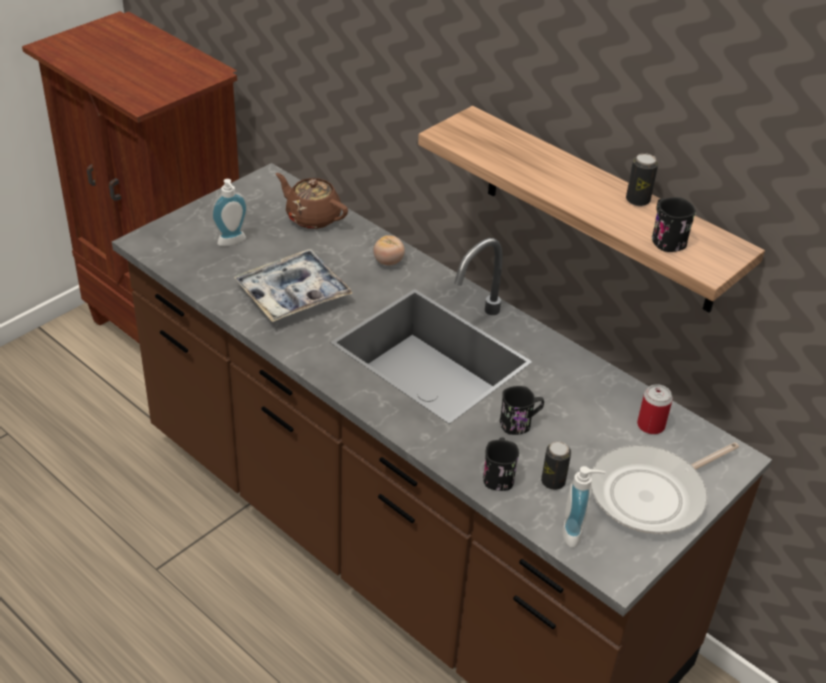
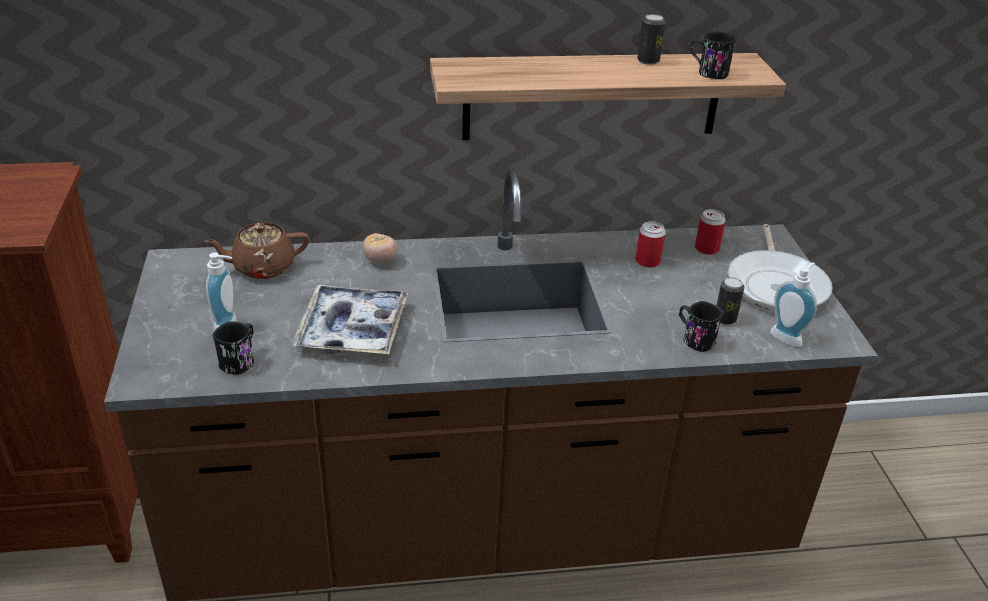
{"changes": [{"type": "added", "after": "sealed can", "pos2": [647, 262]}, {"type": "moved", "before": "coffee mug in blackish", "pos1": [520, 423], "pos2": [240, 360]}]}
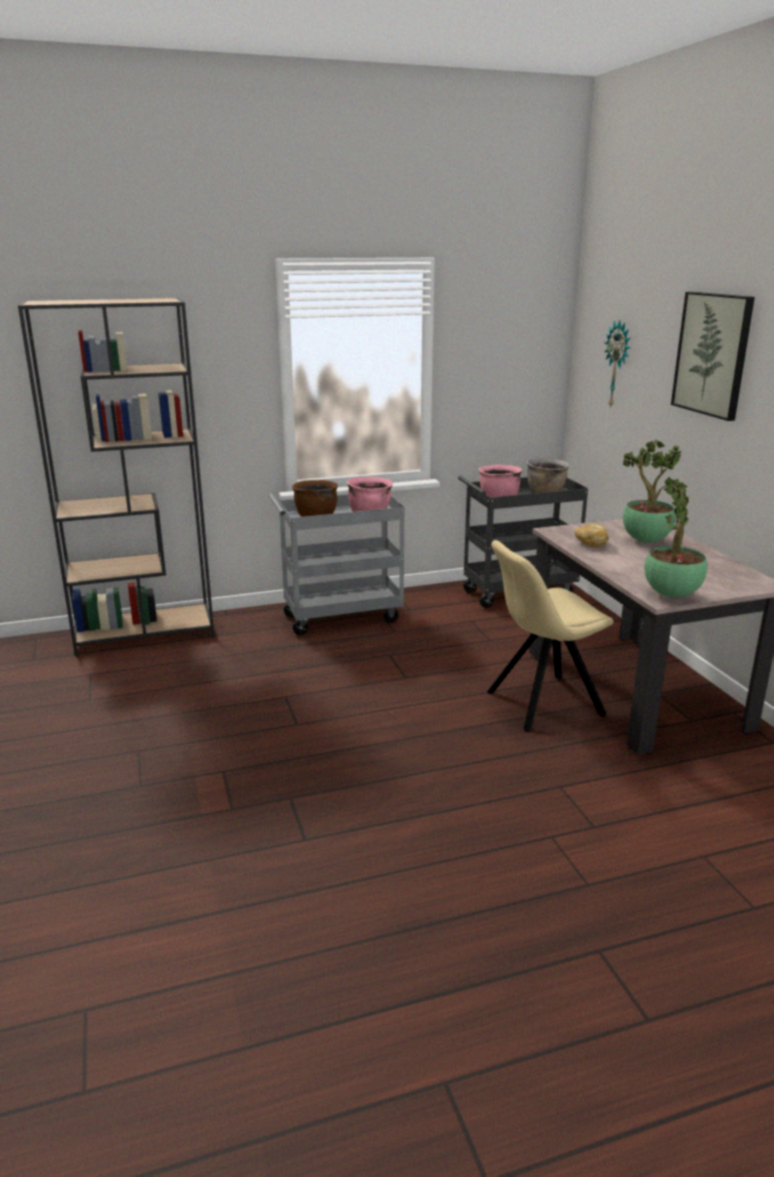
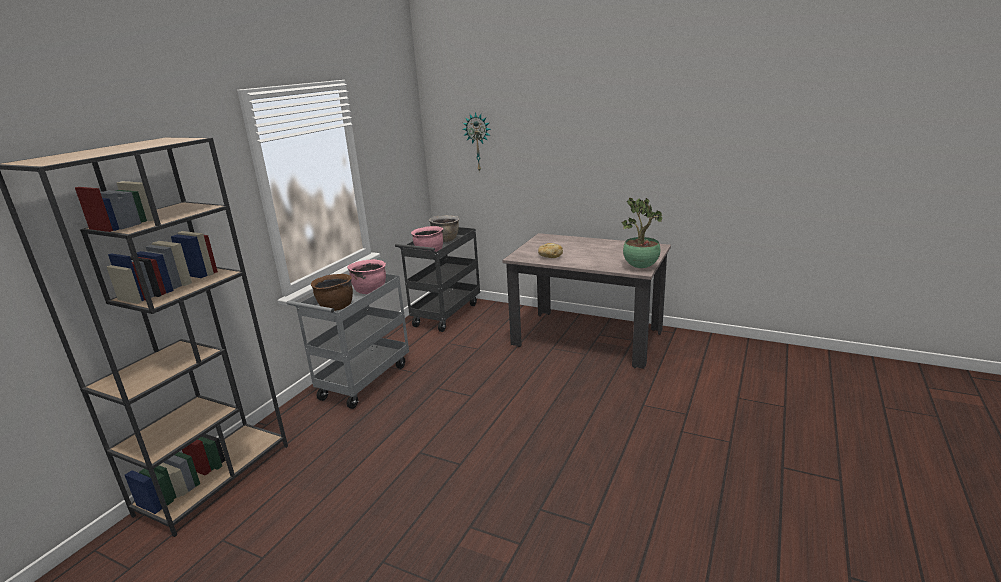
{"changes": [{"type": "removed", "before": "plain chair in beige", "pos1": [543, 703]}, {"type": "removed", "before": "potted plant", "pos1": [644, 540]}, {"type": "removed", "before": "wall art", "pos1": [713, 354]}]}
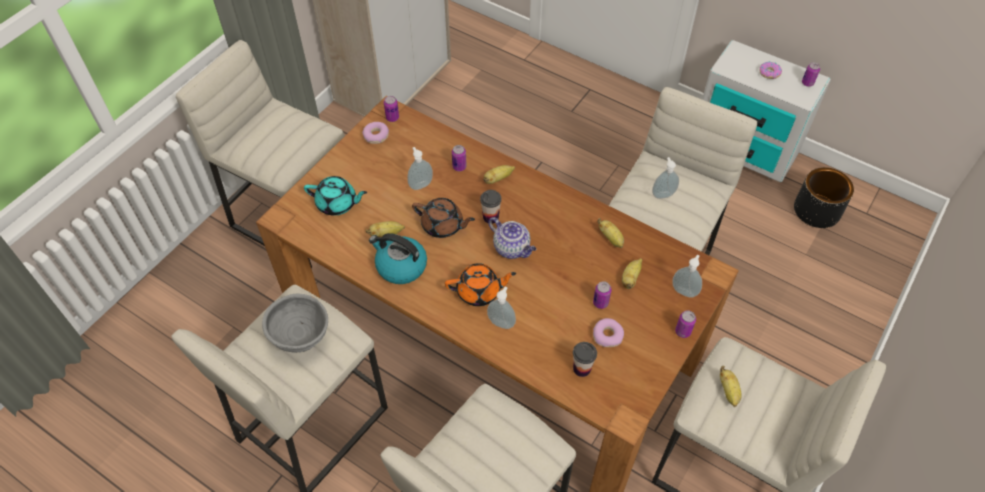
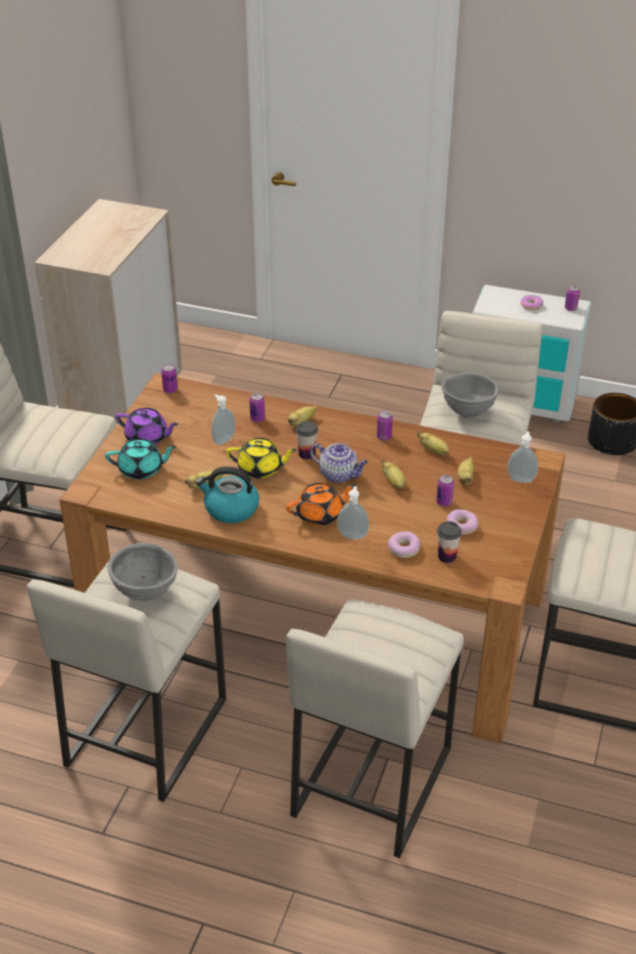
{"changes": [{"type": "added", "after": "pot for tea in purple", "pos2": [147, 438]}, {"type": "moved", "before": "donut", "pos1": [376, 136], "pos2": [404, 549]}, {"type": "moved", "before": "sealed can", "pos1": [683, 331], "pos2": [384, 437]}, {"type": "moved", "before": "banana", "pos1": [728, 392], "pos2": [394, 483]}, {"type": "replaced", "before": "soap dispenser", "after": "serving bowl in gray", "pos1": [662, 194], "pos2": [468, 413]}, {"type": "recoloured", "before": "pot for tea in brown", "after": "pot for tea in yellow", "pos1": [443, 225], "pos2": [261, 469]}]}
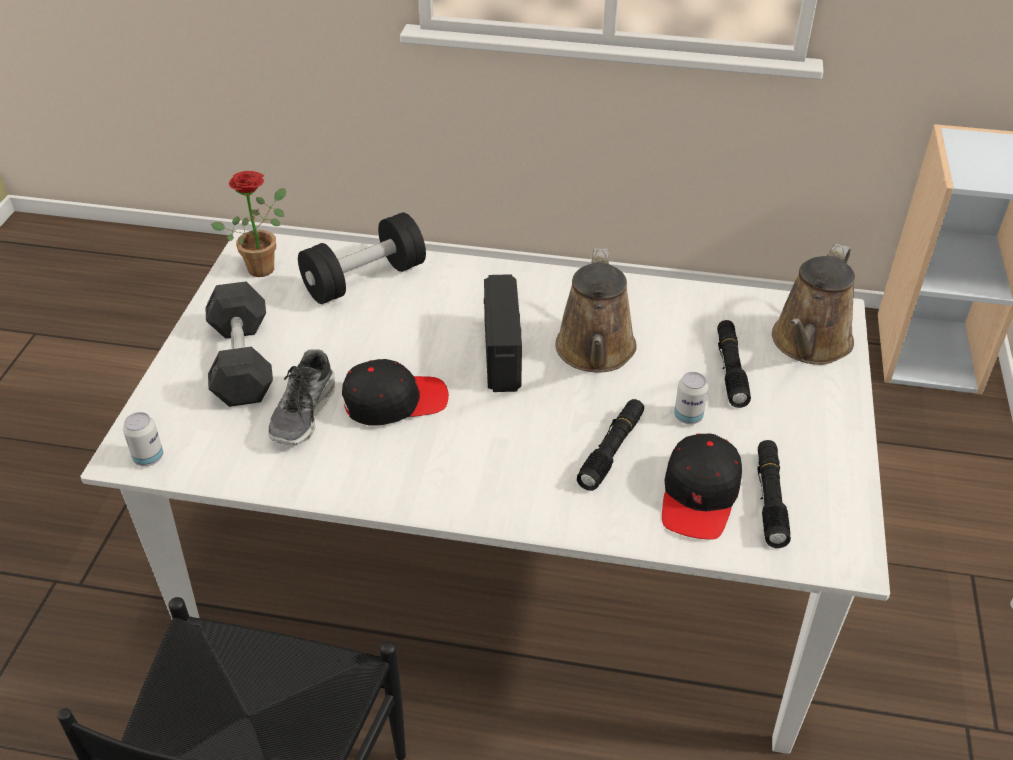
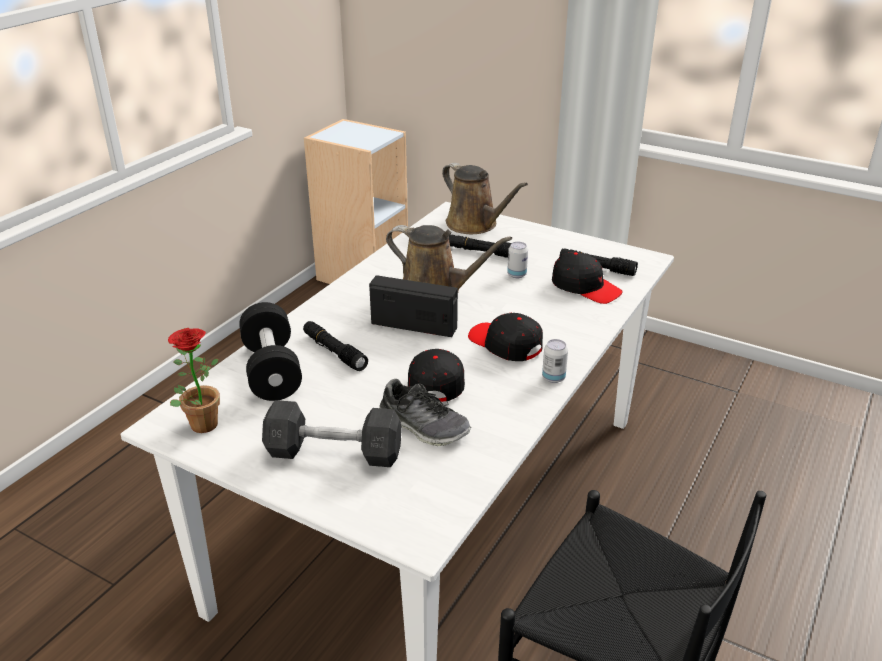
{"changes": [{"type": "added", "after": "baseball cap in blackish", "pos2": [505, 344]}, {"type": "moved", "before": "sealed can", "pos1": [148, 458], "pos2": [553, 378]}, {"type": "moved", "before": "flashlight in blackish", "pos1": [611, 450], "pos2": [334, 352]}]}
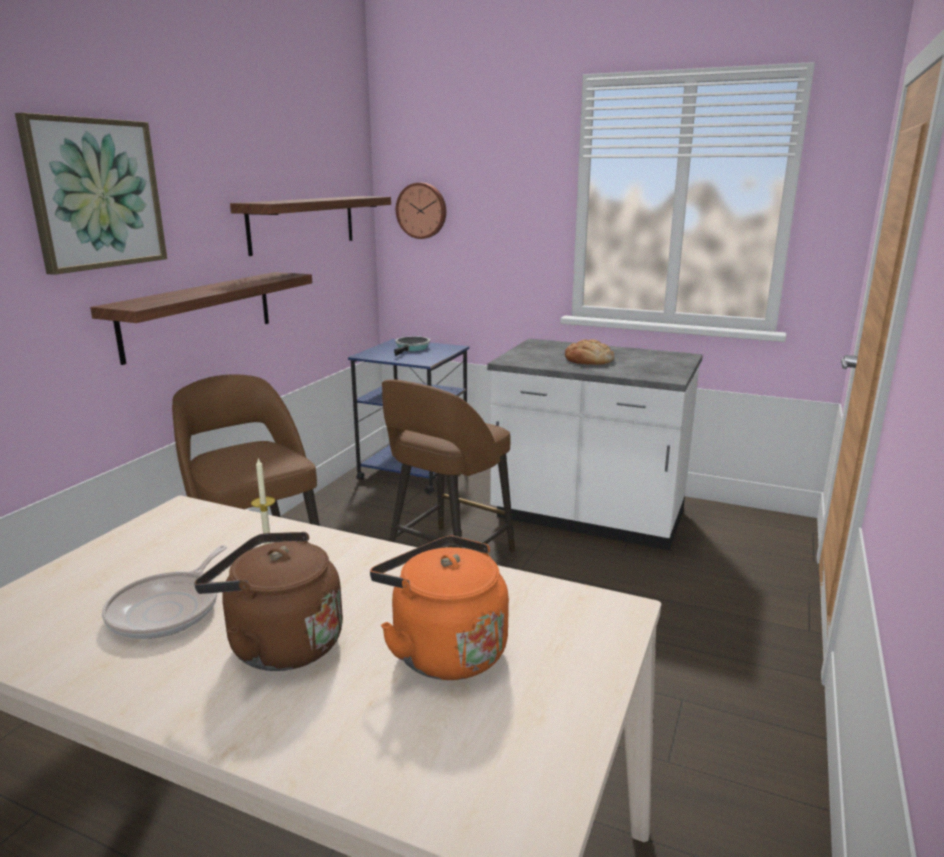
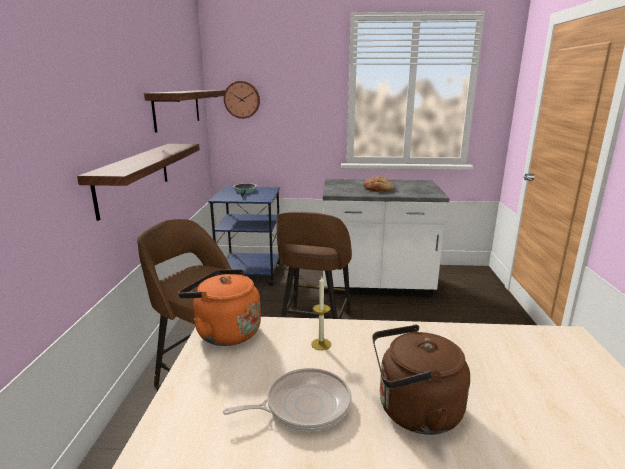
{"changes": [{"type": "removed", "before": "wall art", "pos1": [95, 194]}, {"type": "moved", "before": "tea kettle in orange-coloured", "pos1": [443, 650], "pos2": [224, 332]}, {"type": "turned", "before": "pan", "pos1": [168, 609], "pos2": [303, 405], "turn": -105}]}
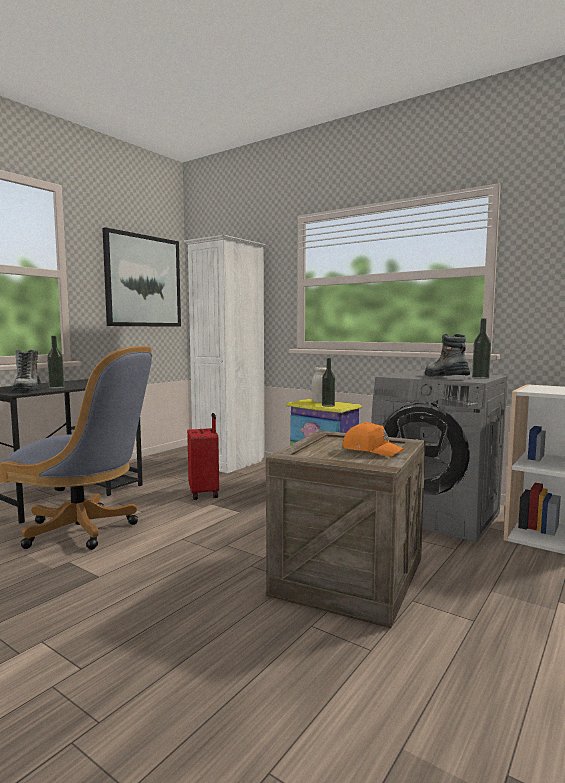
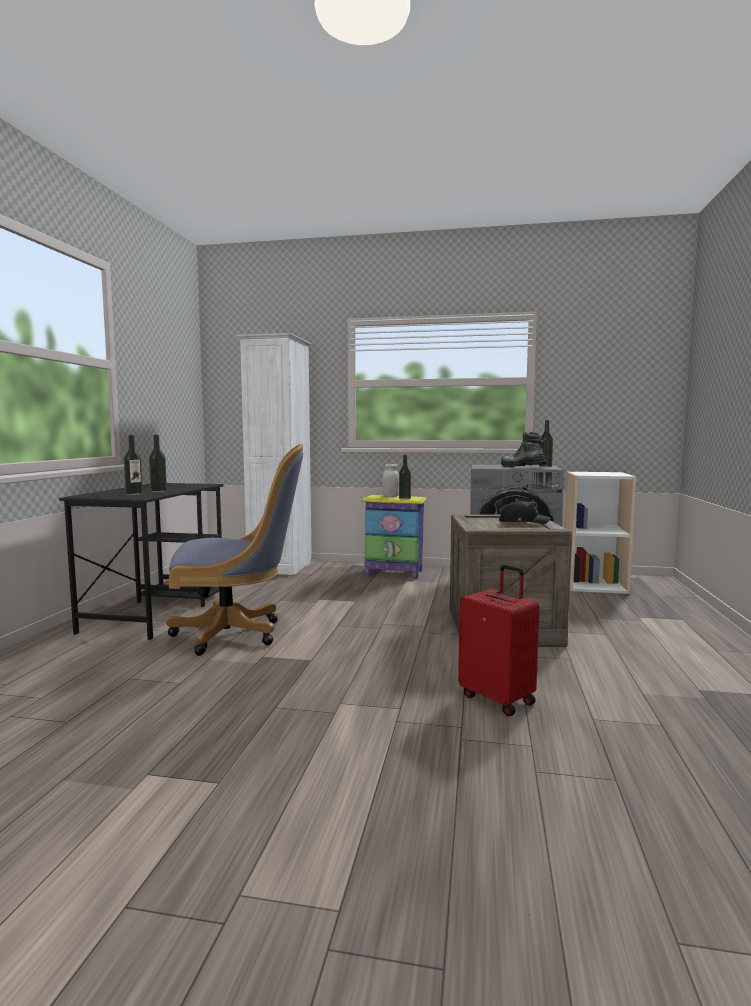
{"changes": [{"type": "removed", "before": "wall art", "pos1": [143, 281]}, {"type": "moved", "before": "piece of luggage in reddish", "pos1": [205, 493], "pos2": [498, 699]}, {"type": "replaced", "before": "boot", "after": "beverage bottle", "pos1": [27, 389], "pos2": [134, 494]}, {"type": "recoloured", "before": "baseball cap in orange-coloured", "after": "baseball cap in blackish", "pos1": [371, 450], "pos2": [523, 522]}]}
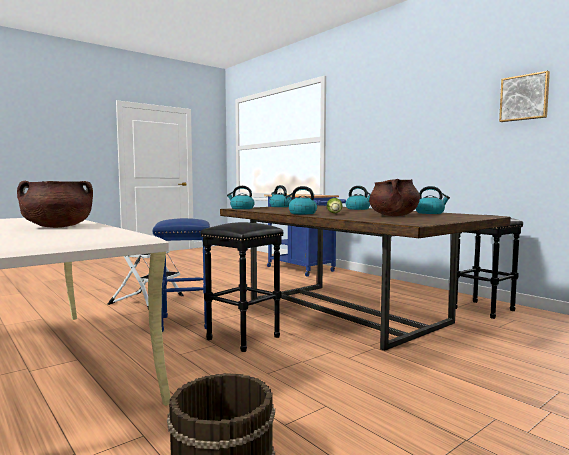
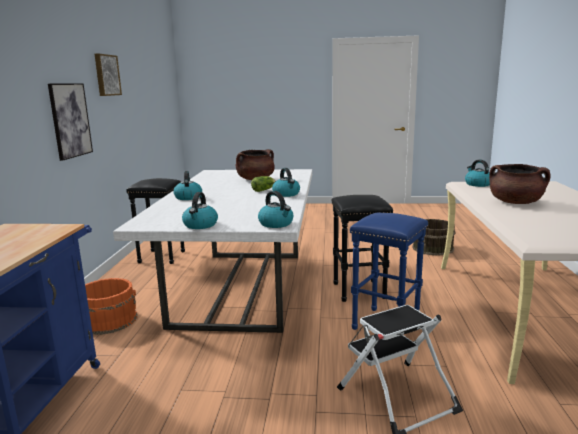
{"changes": [{"type": "added", "after": "wall art", "pos2": [70, 120]}, {"type": "added", "after": "bucket in orange-coloured", "pos2": [108, 320]}, {"type": "moved", "before": "tea kettle", "pos1": [430, 213], "pos2": [477, 184]}, {"type": "recoloured", "before": "dining table in brown", "after": "dining table in white-coloured", "pos1": [346, 312], "pos2": [242, 286]}]}
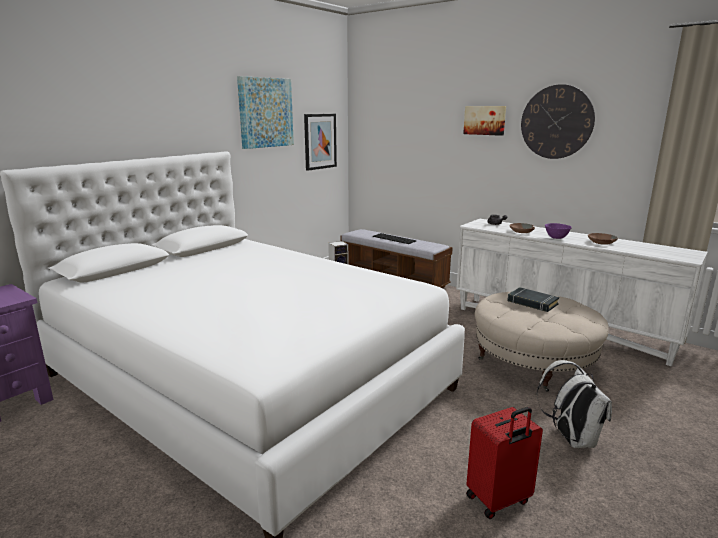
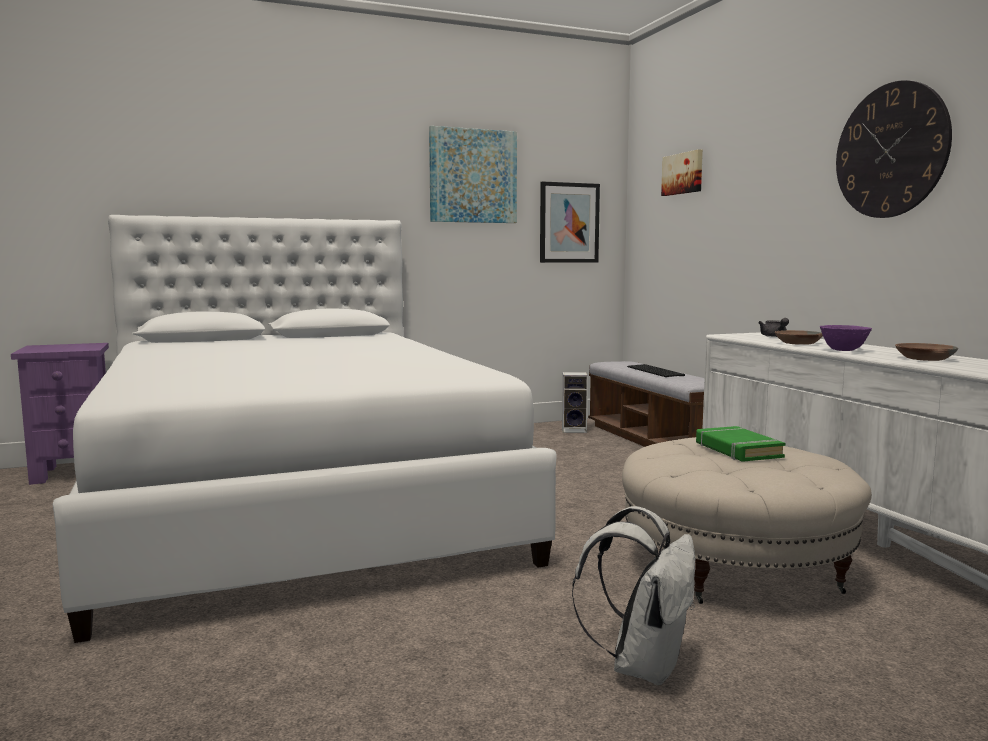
{"changes": [{"type": "removed", "before": "piece of luggage in reddish", "pos1": [499, 500]}, {"type": "moved", "before": "wall art", "pos1": [485, 120], "pos2": [683, 173]}, {"type": "recoloured", "before": "book in blackish", "after": "book in green-coloured", "pos1": [532, 303], "pos2": [737, 450]}]}
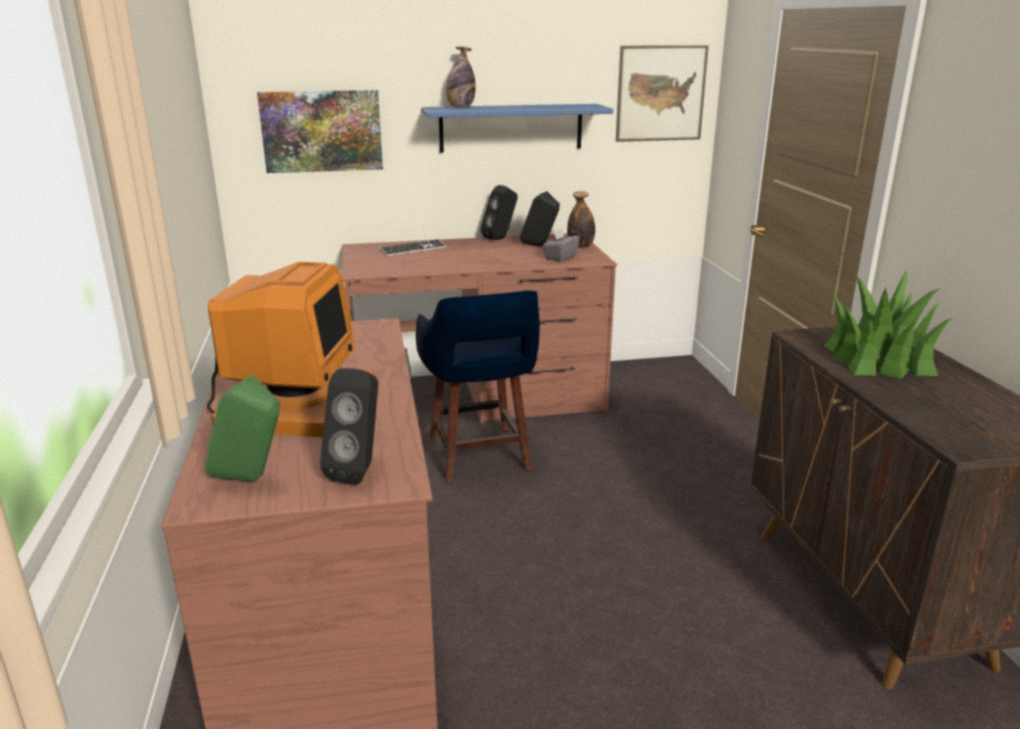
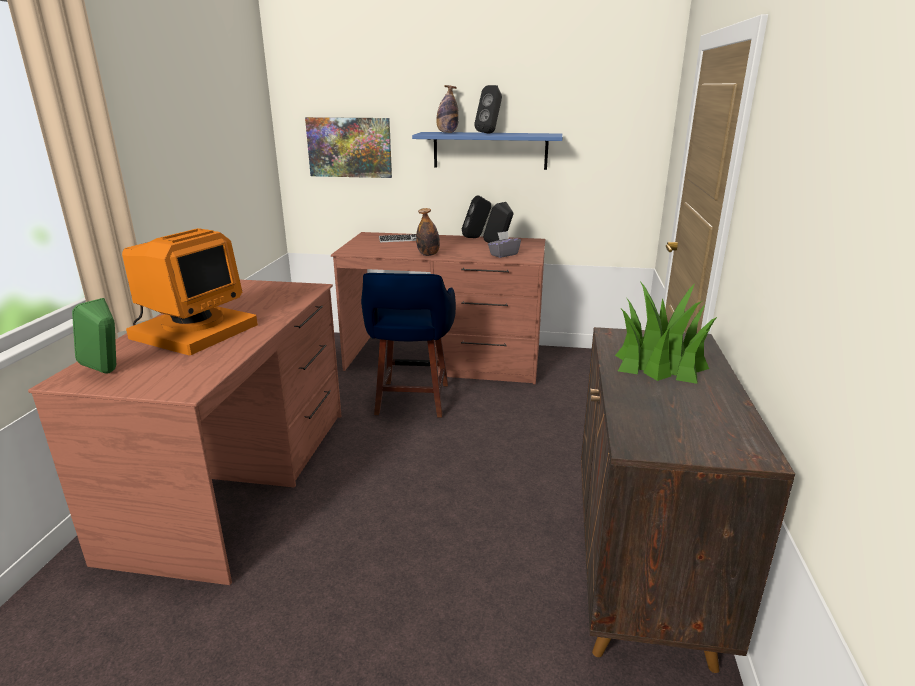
{"changes": [{"type": "removed", "before": "wall art", "pos1": [661, 93]}, {"type": "moved", "before": "speaker in blackish", "pos1": [359, 471], "pos2": [489, 133]}, {"type": "moved", "before": "beverage bottle", "pos1": [580, 246], "pos2": [428, 254]}]}
